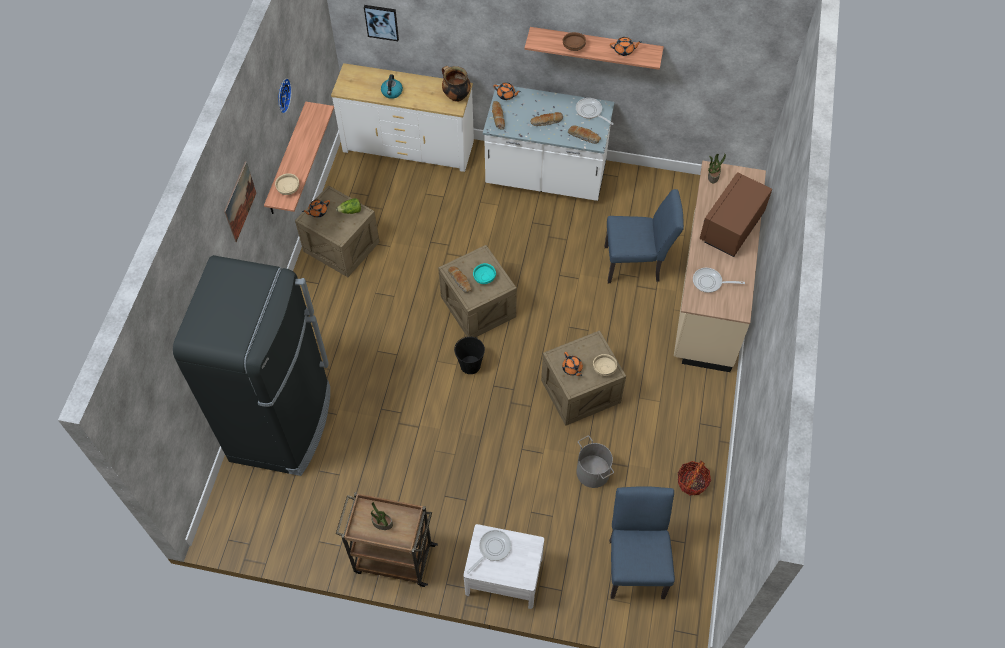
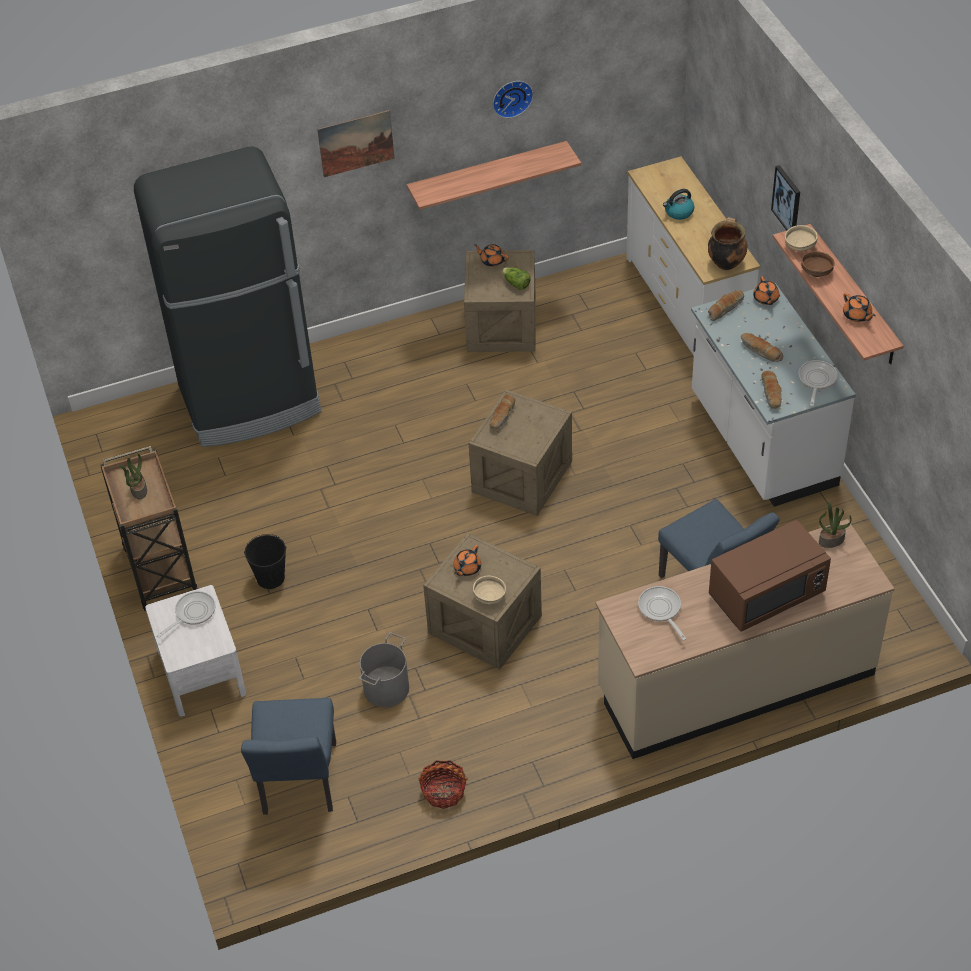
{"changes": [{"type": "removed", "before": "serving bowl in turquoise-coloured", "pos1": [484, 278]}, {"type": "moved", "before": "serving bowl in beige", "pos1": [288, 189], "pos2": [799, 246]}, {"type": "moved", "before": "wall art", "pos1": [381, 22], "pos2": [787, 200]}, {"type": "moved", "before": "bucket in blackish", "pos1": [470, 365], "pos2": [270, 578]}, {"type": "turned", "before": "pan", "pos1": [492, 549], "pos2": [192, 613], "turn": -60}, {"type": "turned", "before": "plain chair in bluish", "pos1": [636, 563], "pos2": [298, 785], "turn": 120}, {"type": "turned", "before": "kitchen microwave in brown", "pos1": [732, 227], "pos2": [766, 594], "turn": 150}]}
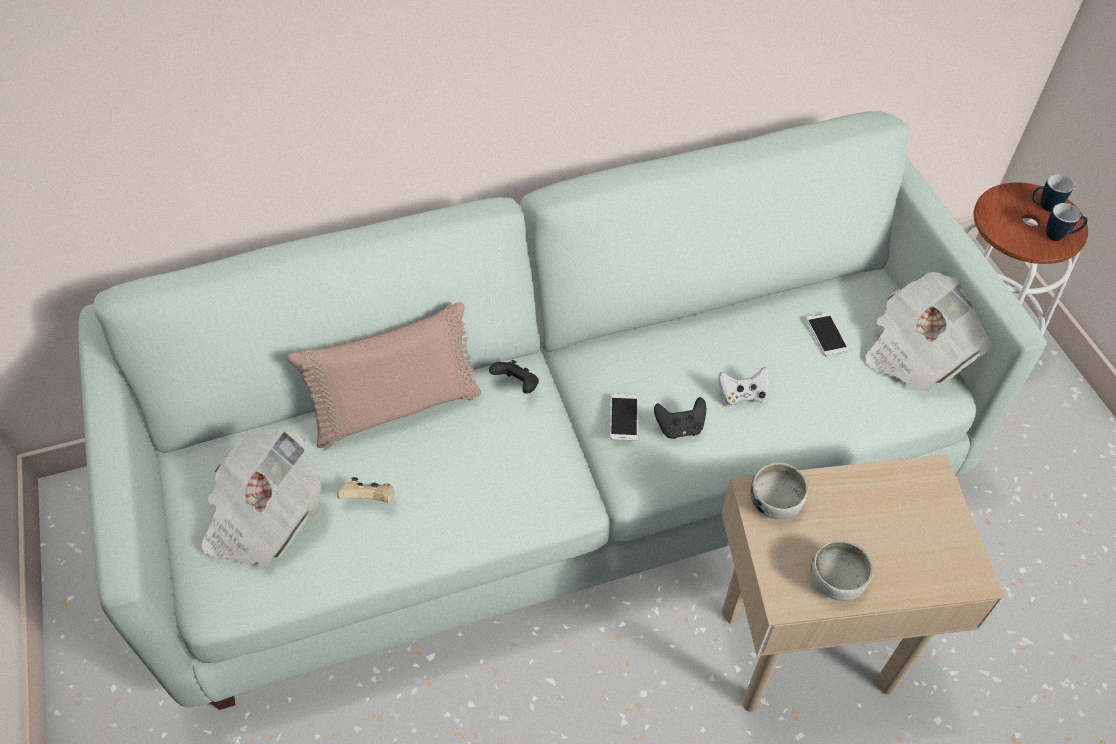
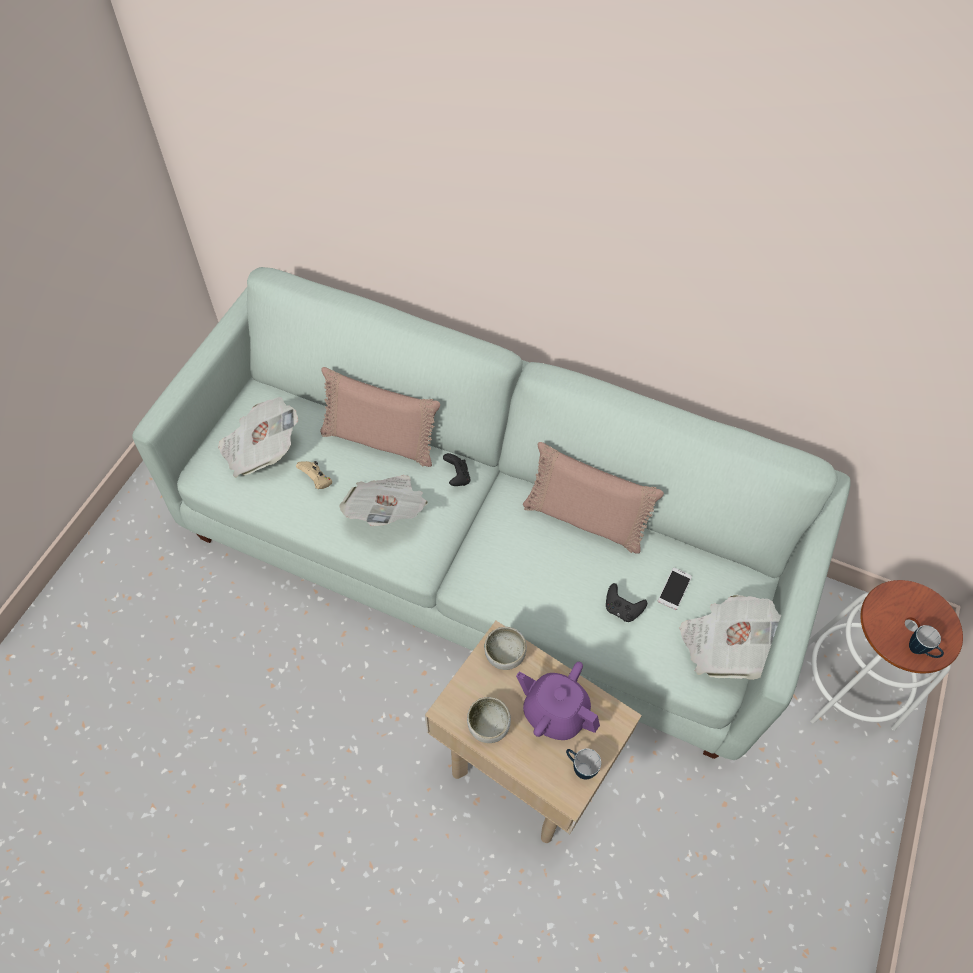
{"changes": [{"type": "removed", "before": "handset", "pos1": [624, 417]}, {"type": "removed", "before": "gamepad in white-coloured", "pos1": [742, 395]}, {"type": "added", "after": "daily paper", "pos2": [387, 510]}, {"type": "added", "after": "pot for tea in purple", "pos2": [555, 712]}, {"type": "added", "after": "pillow in beige", "pos2": [585, 519]}, {"type": "moved", "before": "gamepad in blackish", "pos1": [679, 427], "pos2": [622, 609]}, {"type": "moved", "before": "coffee mug", "pos1": [1043, 207], "pos2": [579, 767]}]}
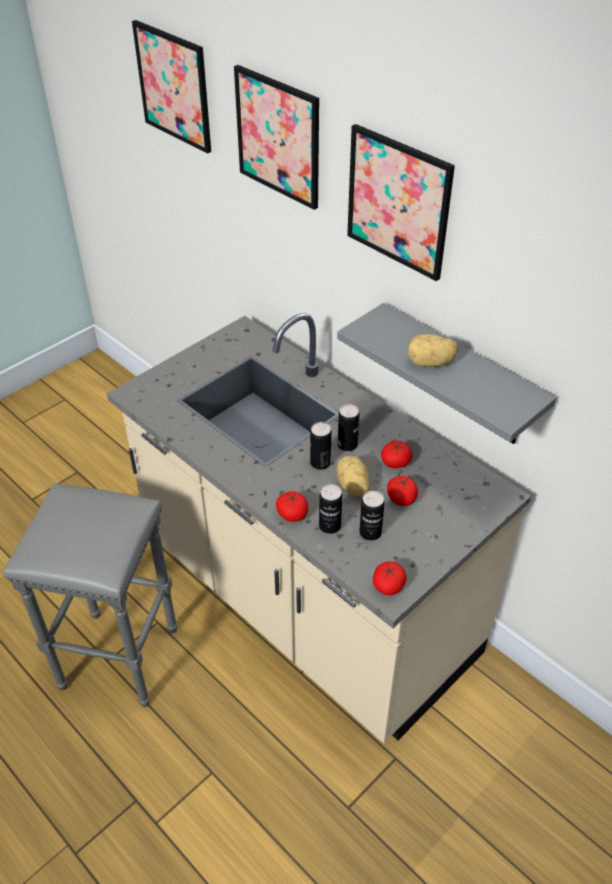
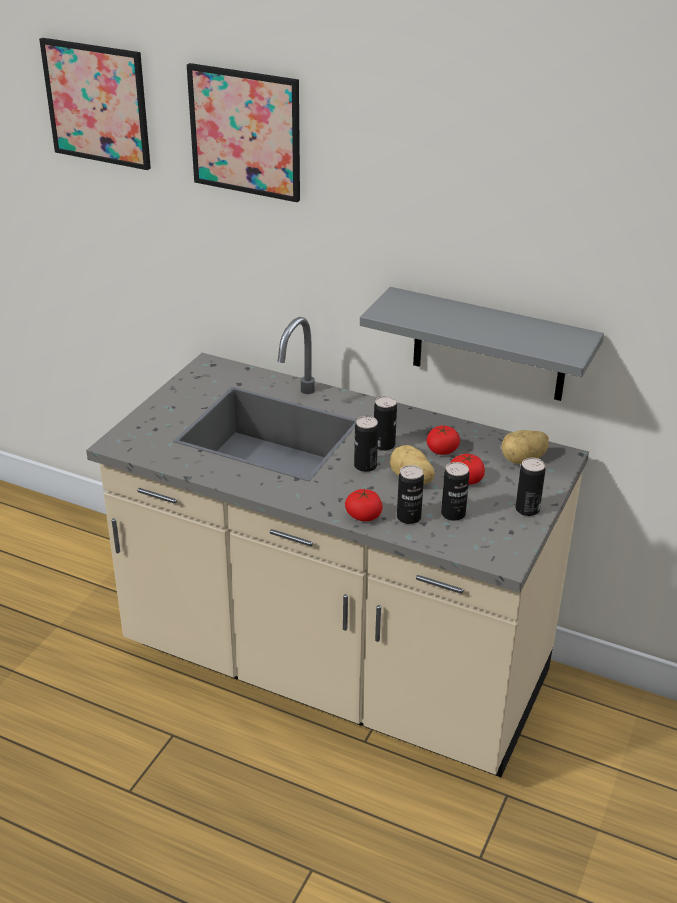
{"changes": [{"type": "removed", "before": "stool seat in gray", "pos1": [116, 658]}, {"type": "removed", "before": "wall art", "pos1": [398, 202]}, {"type": "removed", "before": "fresh tomato", "pos1": [388, 585]}, {"type": "added", "after": "sealed can", "pos2": [527, 509]}, {"type": "moved", "before": "spud", "pos1": [430, 363], "pos2": [523, 459]}]}
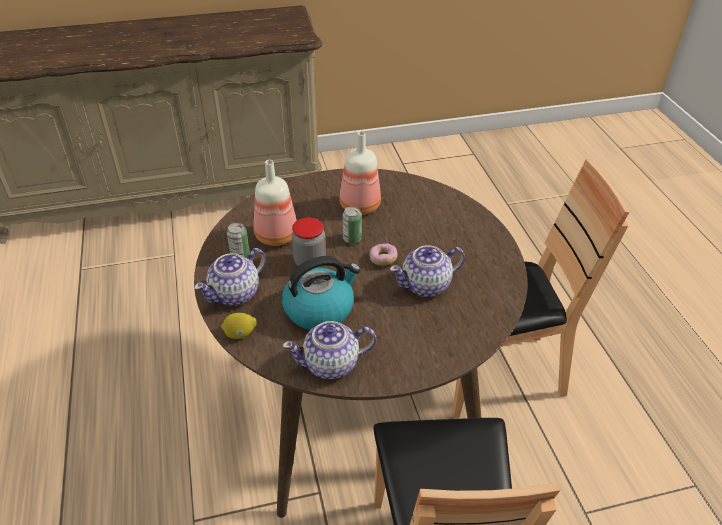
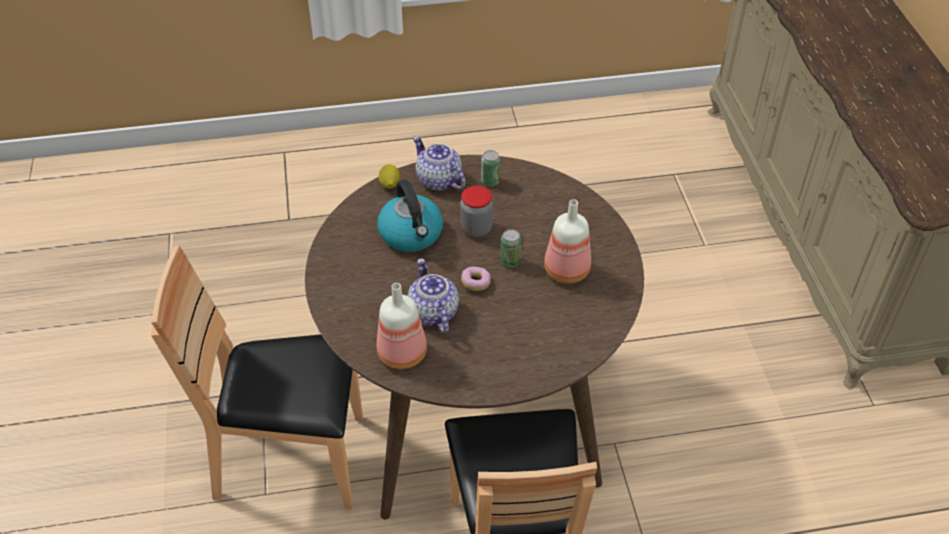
{"changes": [{"type": "removed", "before": "pot for tea", "pos1": [331, 364]}, {"type": "moved", "before": "beverage bottle", "pos1": [275, 235], "pos2": [403, 353]}]}
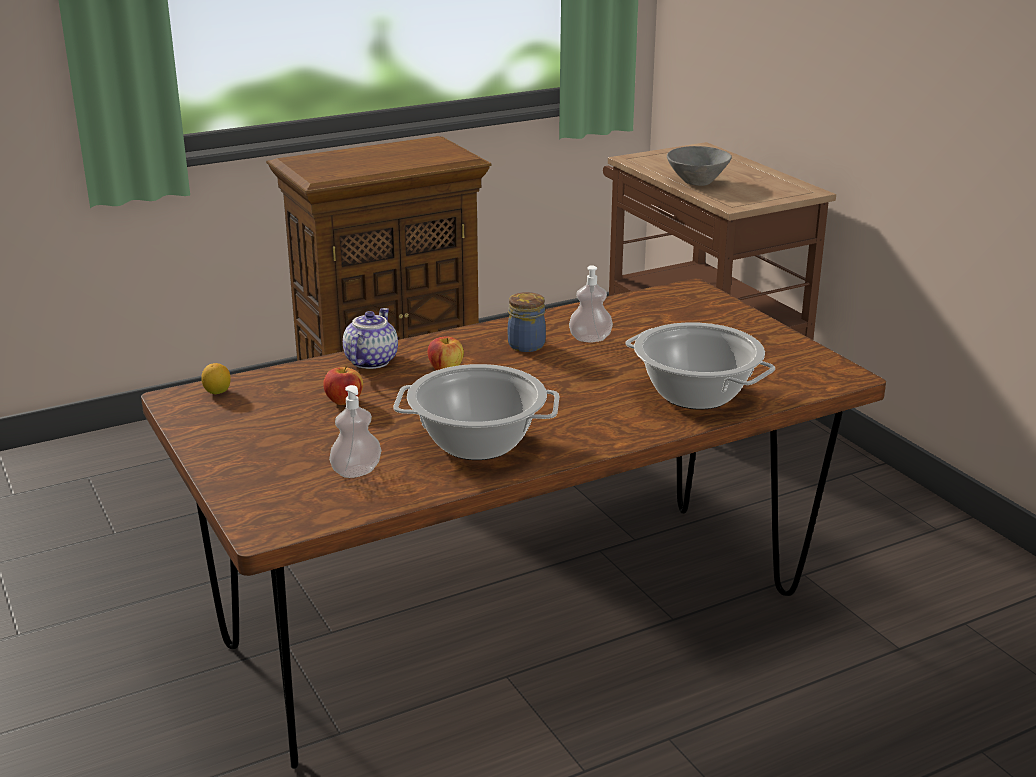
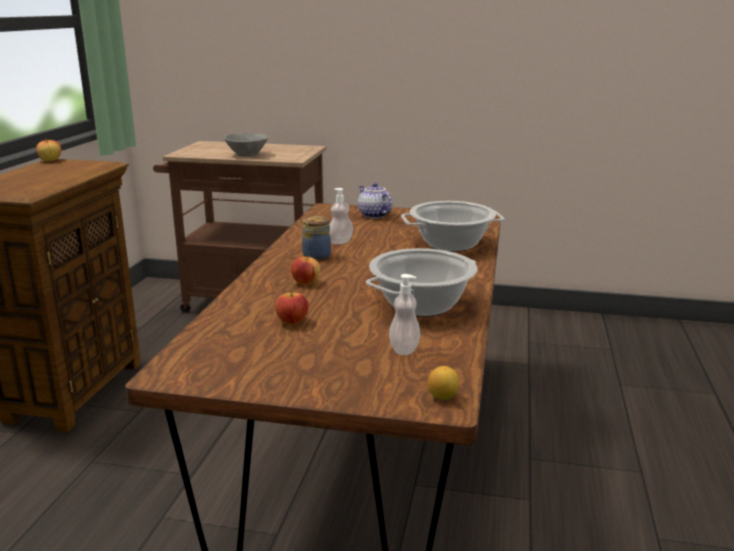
{"changes": [{"type": "added", "after": "whole apple", "pos2": [50, 160]}, {"type": "moved", "before": "lemon", "pos1": [217, 392], "pos2": [443, 397]}, {"type": "moved", "before": "pot for tea", "pos1": [370, 361], "pos2": [373, 215]}]}
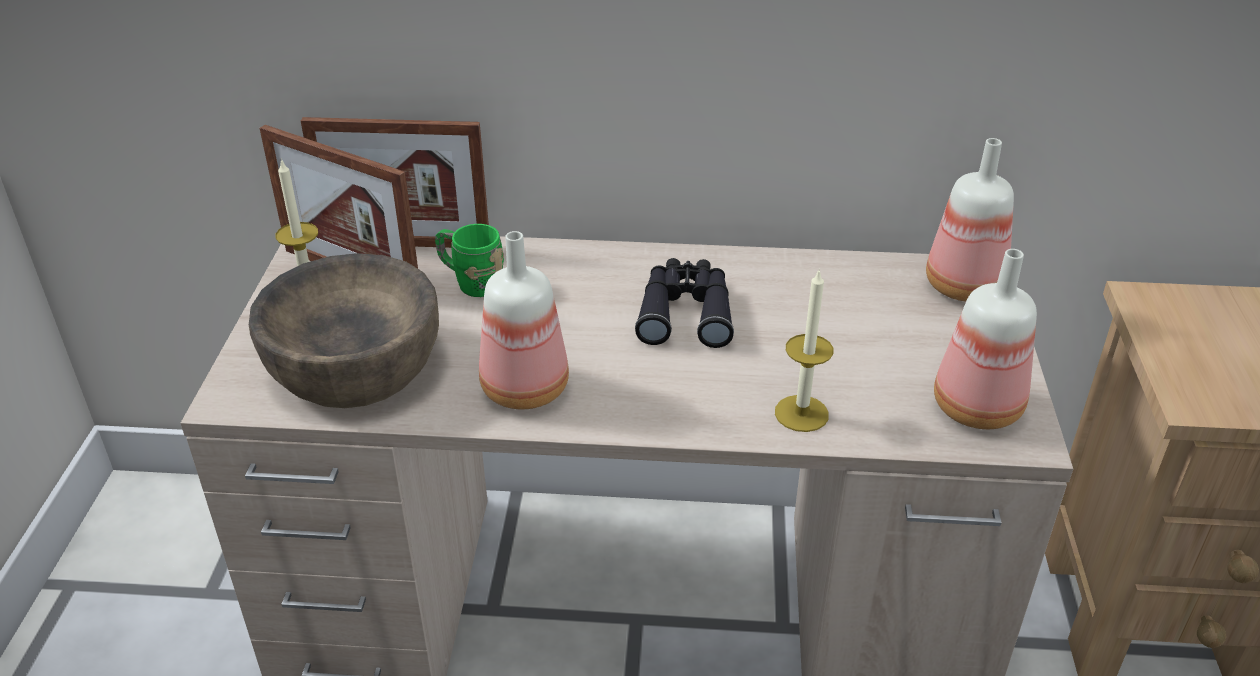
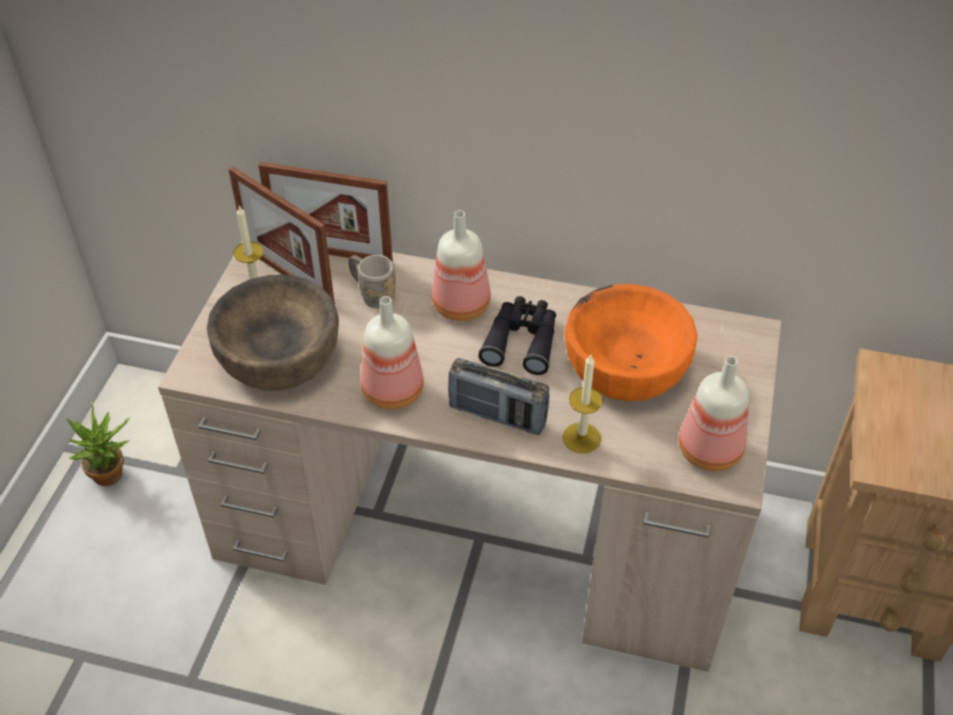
{"changes": [{"type": "added", "after": "potted plant", "pos2": [114, 476]}, {"type": "added", "after": "radio receiver", "pos2": [497, 415]}, {"type": "added", "after": "serving bowl in orange-coloured", "pos2": [625, 366]}, {"type": "moved", "before": "beverage bottle", "pos1": [966, 286], "pos2": [463, 305]}, {"type": "recoloured", "before": "coffee mug in green-coloured", "after": "coffee mug in gray", "pos1": [471, 282], "pos2": [372, 294]}]}
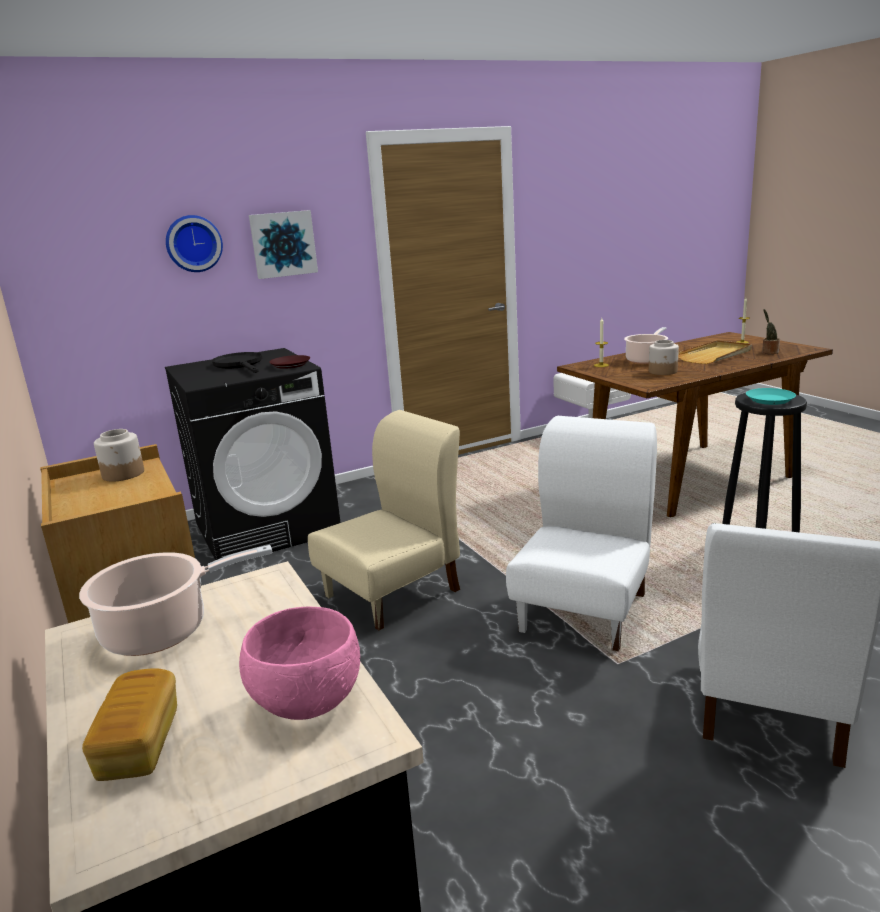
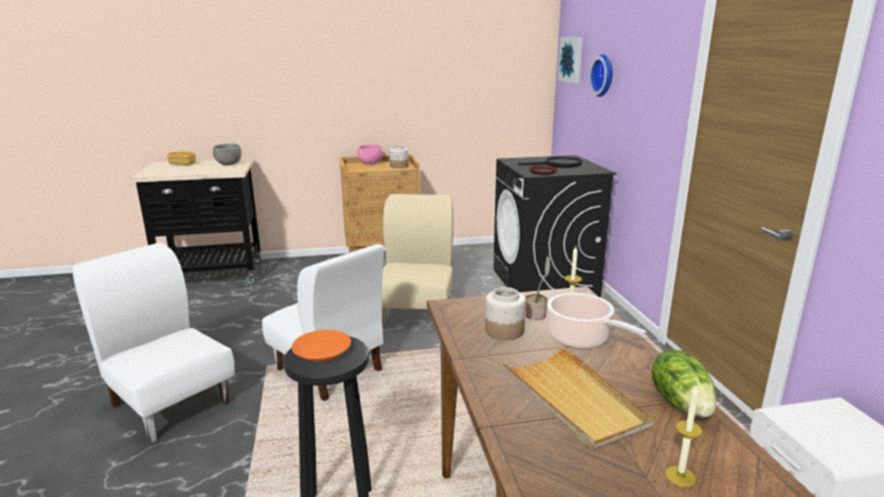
{"changes": [{"type": "added", "after": "lettuce head", "pos2": [681, 402]}, {"type": "moved", "before": "serving bowl in pinkish", "pos1": [308, 703], "pos2": [370, 163]}, {"type": "moved", "before": "wall art", "pos1": [283, 244], "pos2": [572, 59]}, {"type": "moved", "before": "potted plant", "pos1": [769, 352], "pos2": [536, 314]}, {"type": "replaced", "before": "saucepot", "after": "serving bowl in gray", "pos1": [163, 630], "pos2": [228, 164]}, {"type": "recoloured", "before": "plate in turquoise-coloured", "after": "plate in orange-coloured", "pos1": [769, 400], "pos2": [322, 350]}, {"type": "turned", "before": "plain chair in beige", "pos1": [394, 592], "pos2": [417, 312], "turn": -150}]}
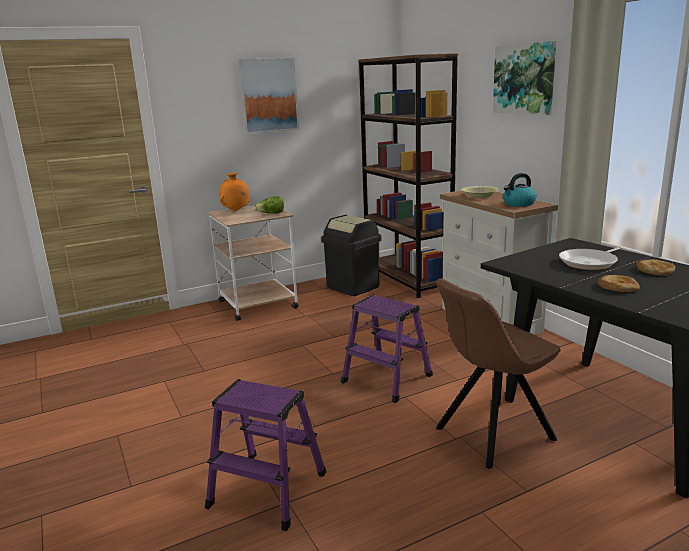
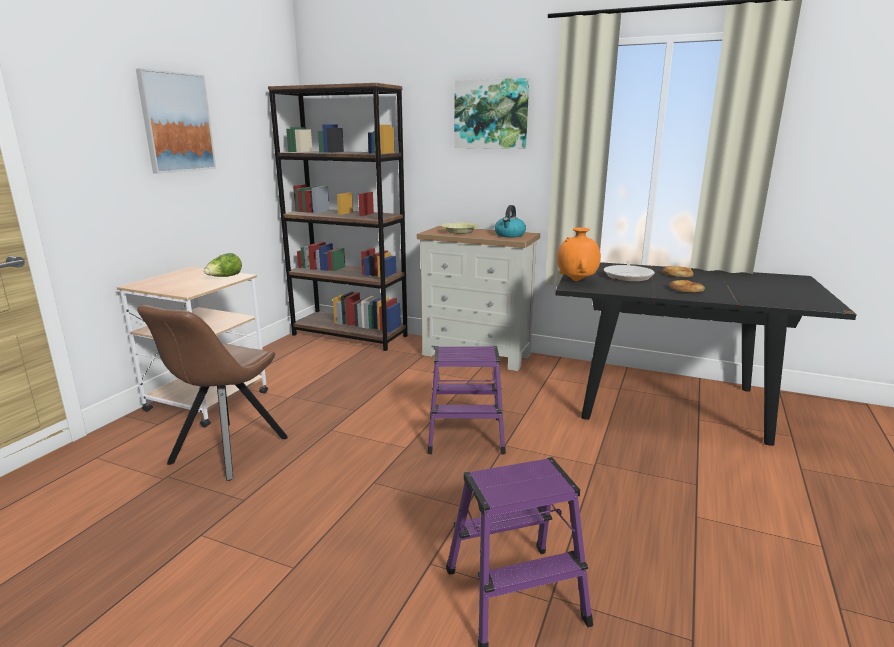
{"changes": [{"type": "removed", "before": "waste bin in blackish", "pos1": [353, 287]}, {"type": "moved", "before": "decorative vase in orange-coloured", "pos1": [236, 211], "pos2": [576, 281]}, {"type": "moved", "before": "plain chair in brown", "pos1": [493, 433], "pos2": [228, 450]}]}
